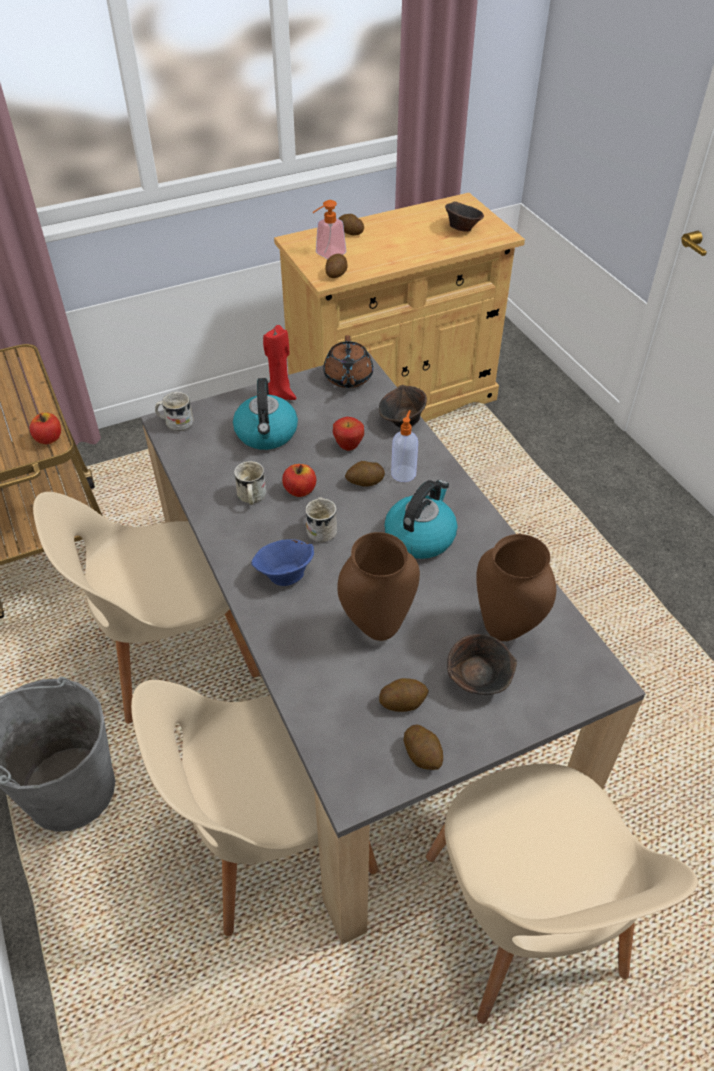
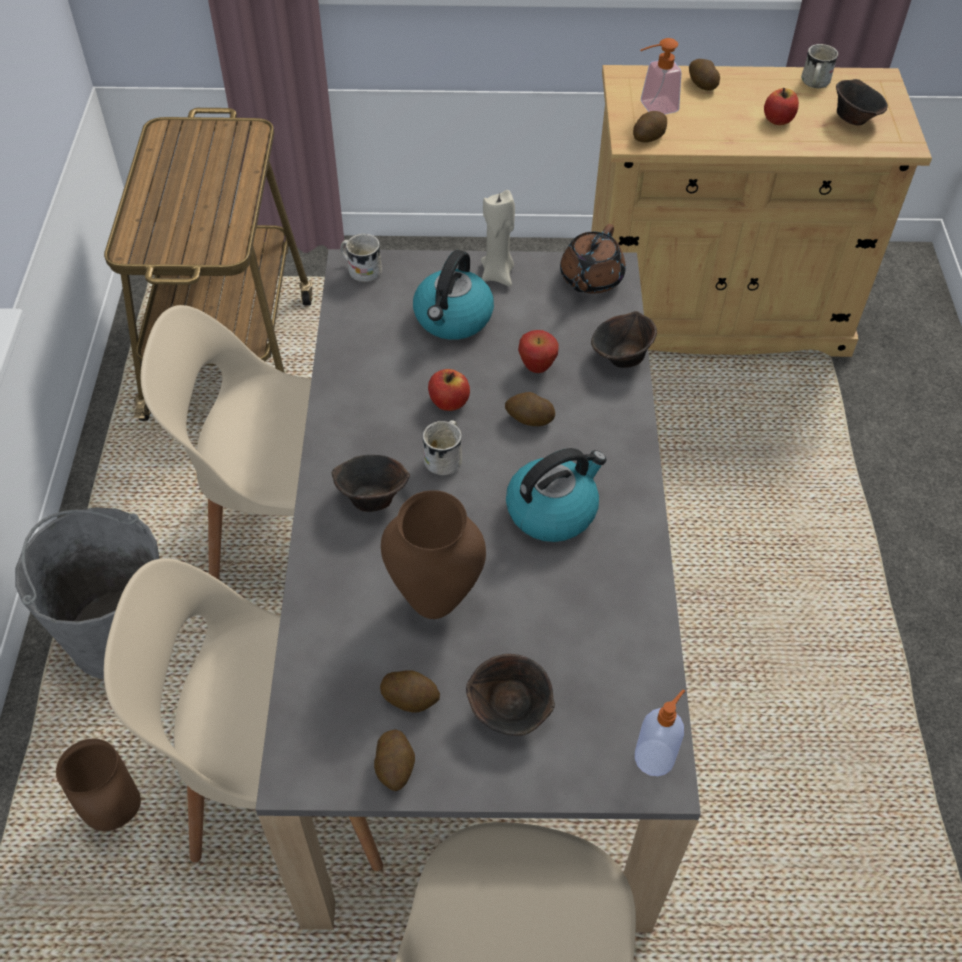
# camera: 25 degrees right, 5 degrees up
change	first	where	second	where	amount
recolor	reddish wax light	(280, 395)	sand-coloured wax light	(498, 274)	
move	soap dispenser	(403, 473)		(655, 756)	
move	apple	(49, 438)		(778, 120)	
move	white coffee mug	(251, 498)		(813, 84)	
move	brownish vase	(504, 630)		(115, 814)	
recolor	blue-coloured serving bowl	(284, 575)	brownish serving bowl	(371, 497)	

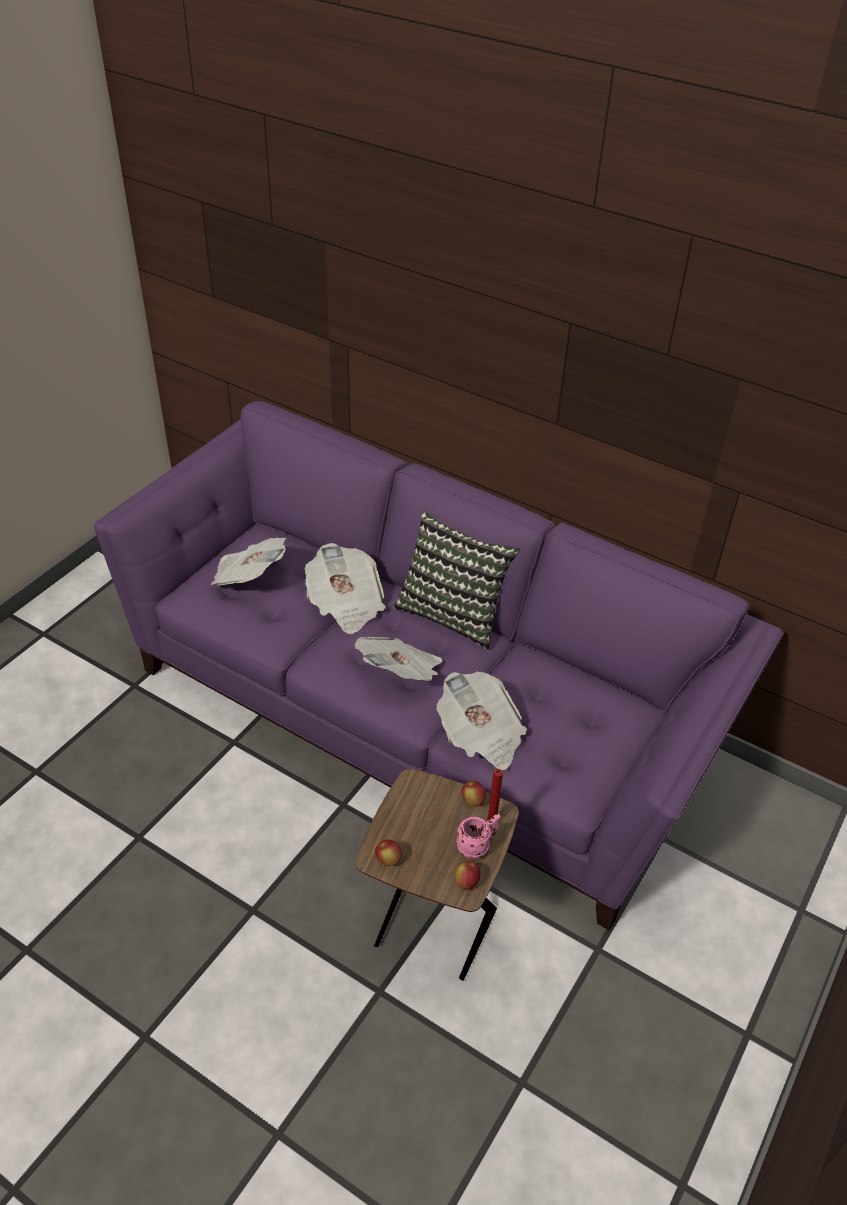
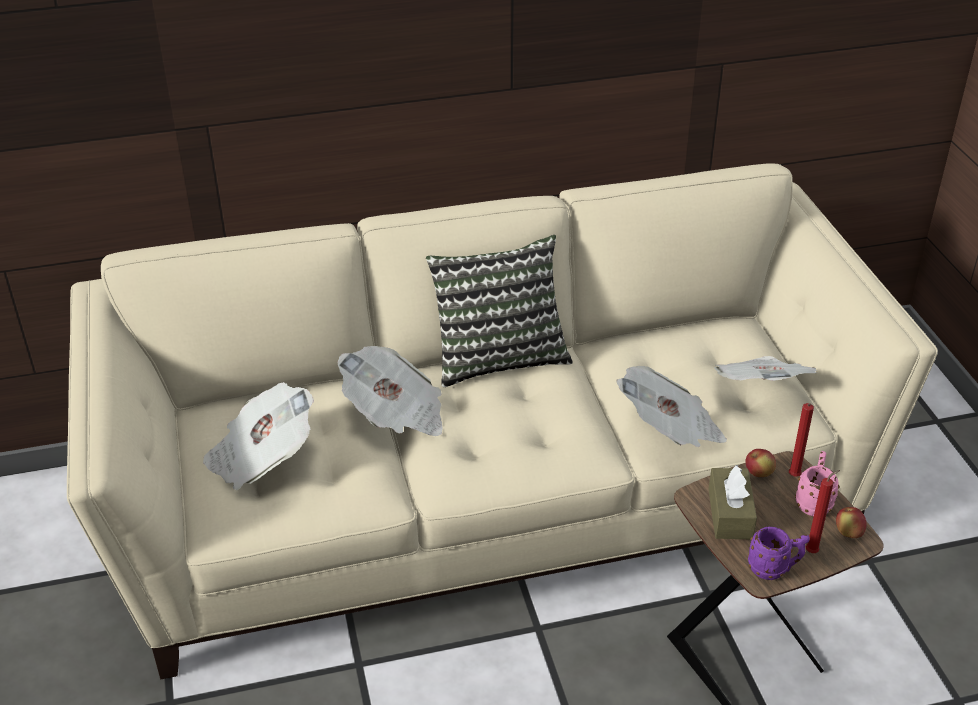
# camera: 45 degrees left, 5 degrees down
change	first	where	second	where	amount
recolor	purple settee	(421, 711)	sand-coloured settee	(491, 498)	
move	daily paper	(401, 673)		(760, 390)	
replace	apple	(388, 860)	purple coffee mug	(774, 569)	
insert			brownish box of tissues	(730, 513)	
insert			reddish wax light	(813, 551)	

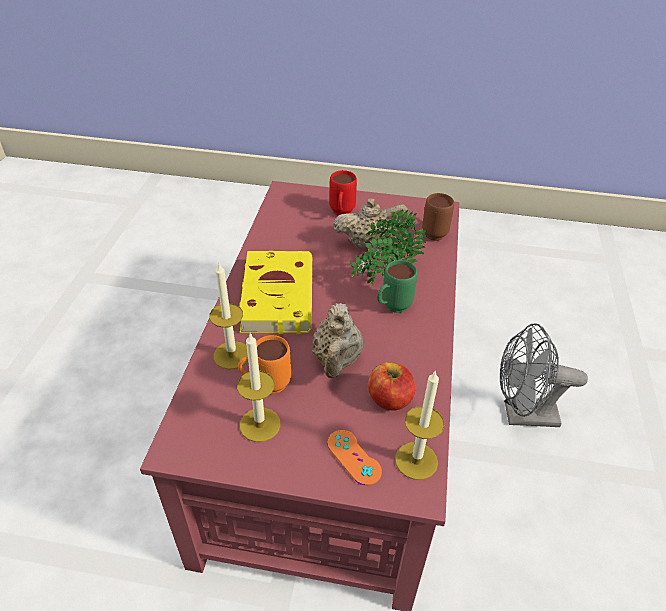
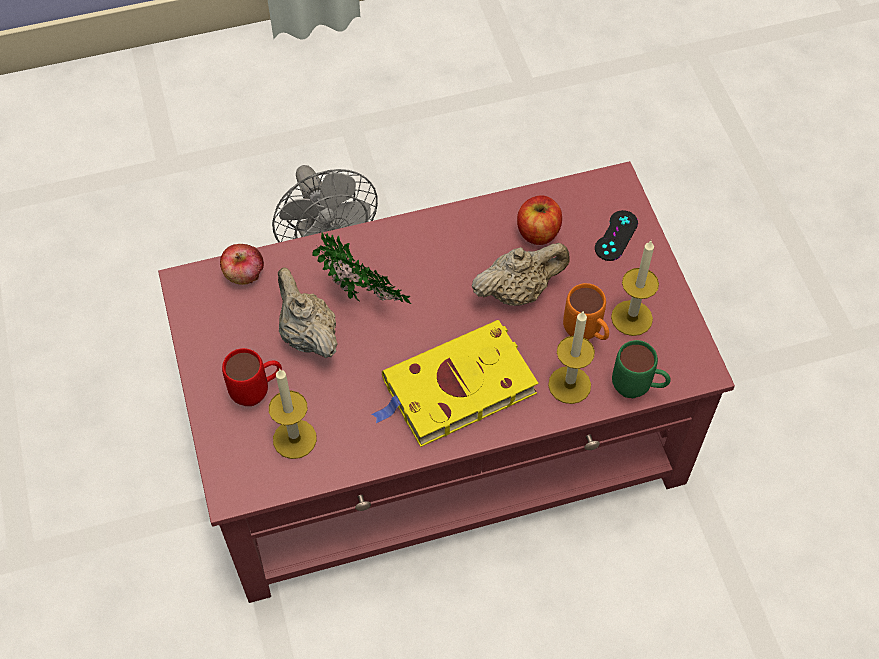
# camera: 115 degrees left, 15 degrees up
change	first	where	second	where	amount
replace	brownish coffee mug	(436, 232)	apple	(244, 274)	
move	green coffee mug	(391, 308)		(637, 389)	
move	wax light	(416, 460)		(294, 439)	
recolor	orangey joypad	(354, 457)	black-coloured joypad	(616, 236)	

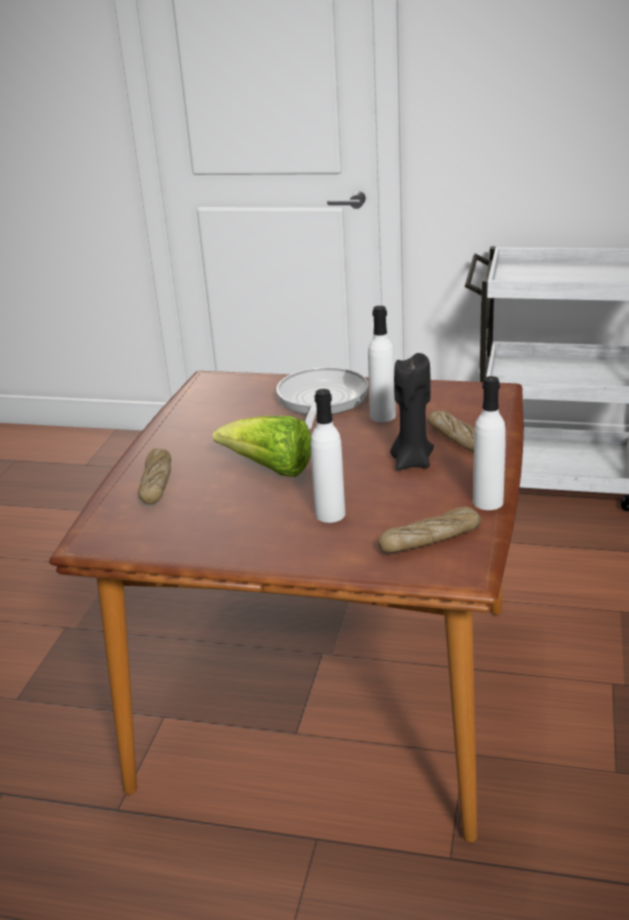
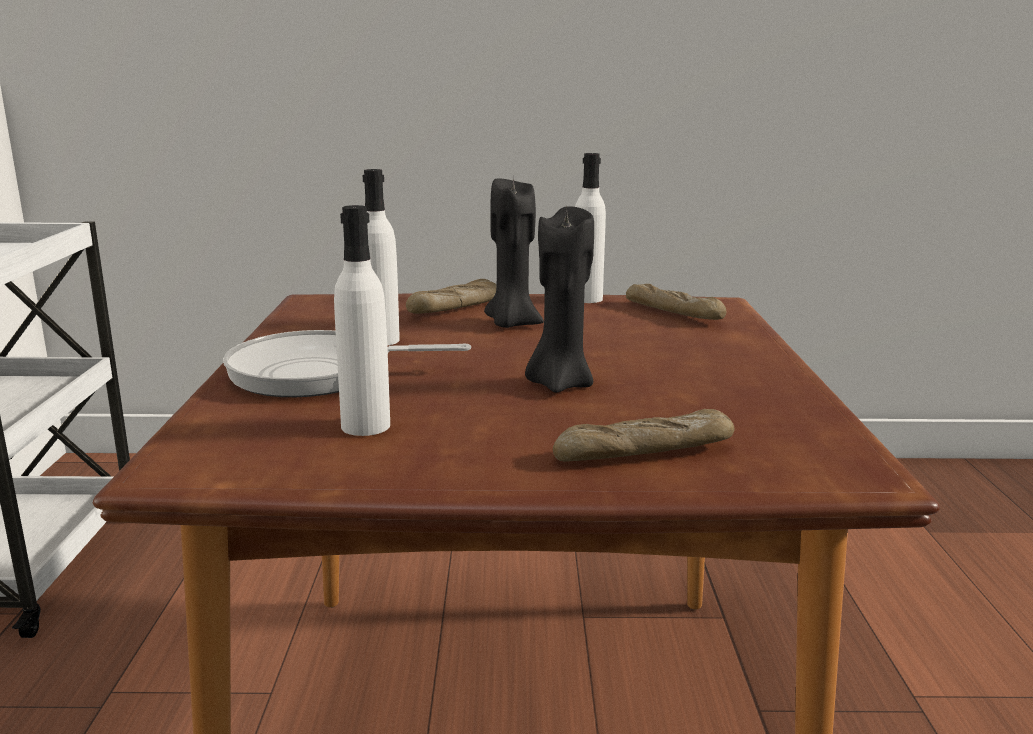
# camera: 105 degrees left, 10 degrees down
change	first	where	second	where	amount
move	white beverage bottle	(330, 514)		(365, 426)	
replace	lettuce	(270, 469)	black-coloured wax light	(559, 384)	

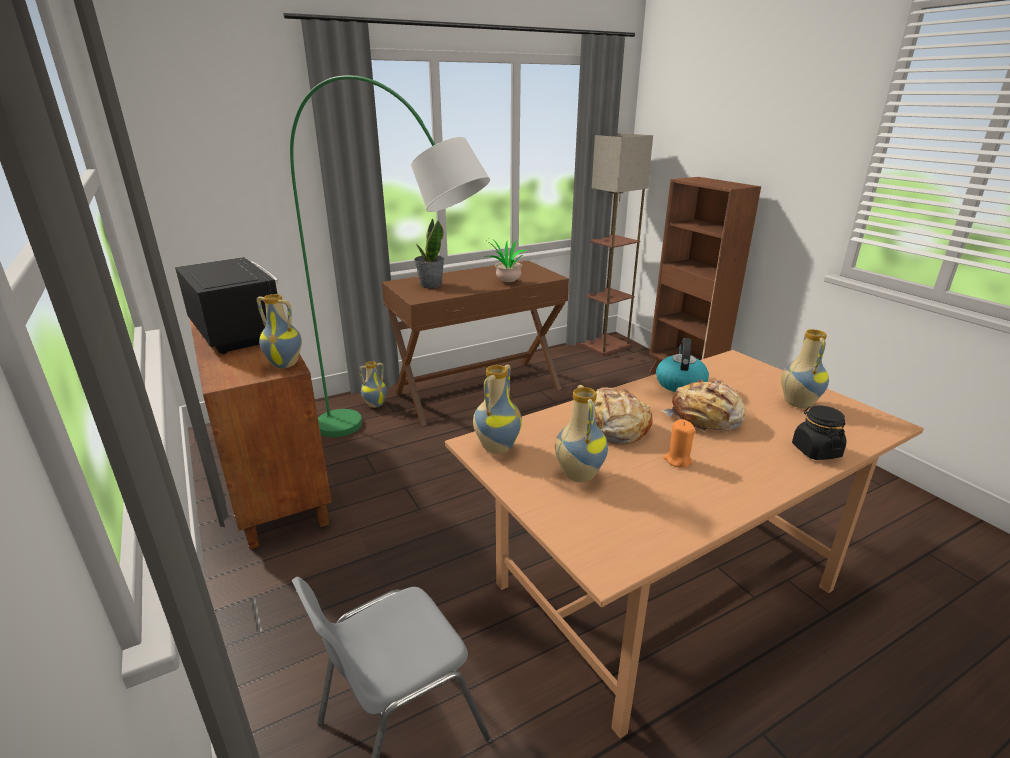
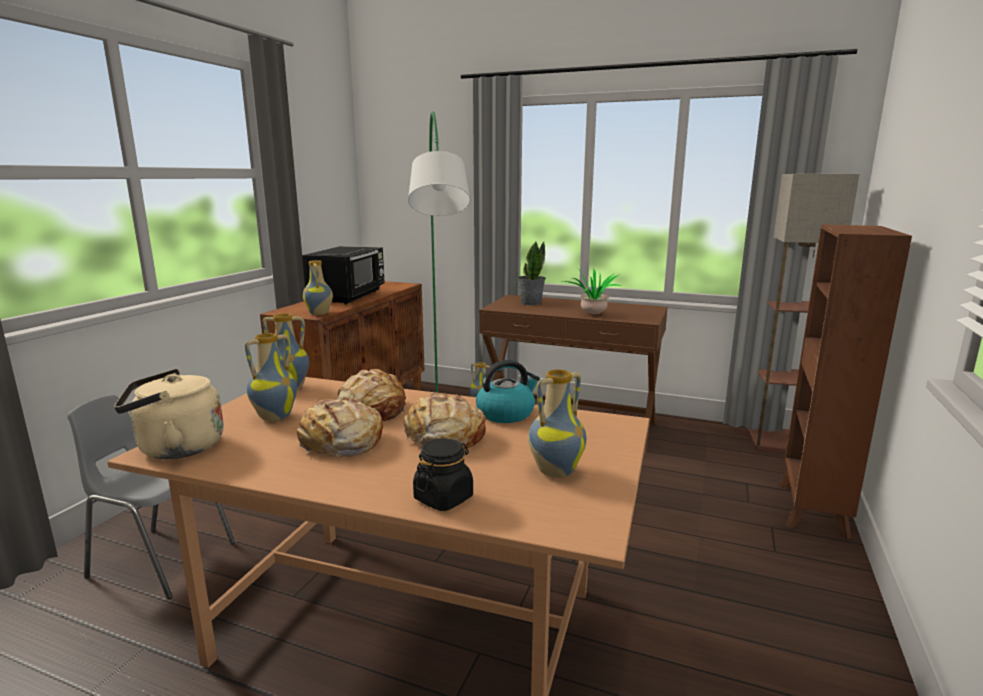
# camera: 50 degrees right, 10 degrees down
change	first	where	second	where	amount
replace	orangey wax light	(677, 460)	bread	(340, 442)	
insert			sand-coloured water kettle	(176, 448)	

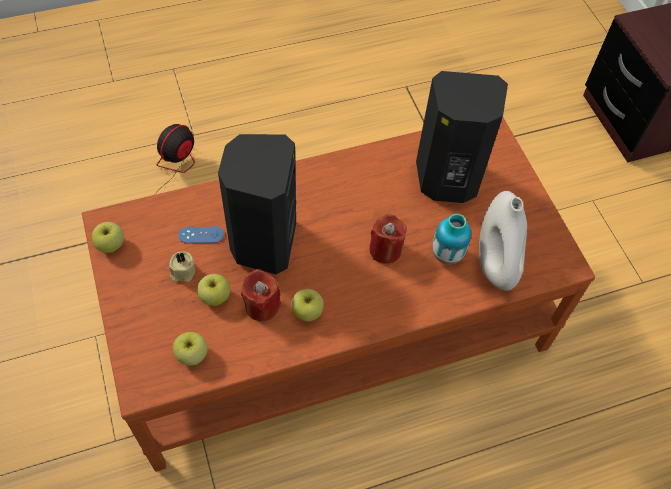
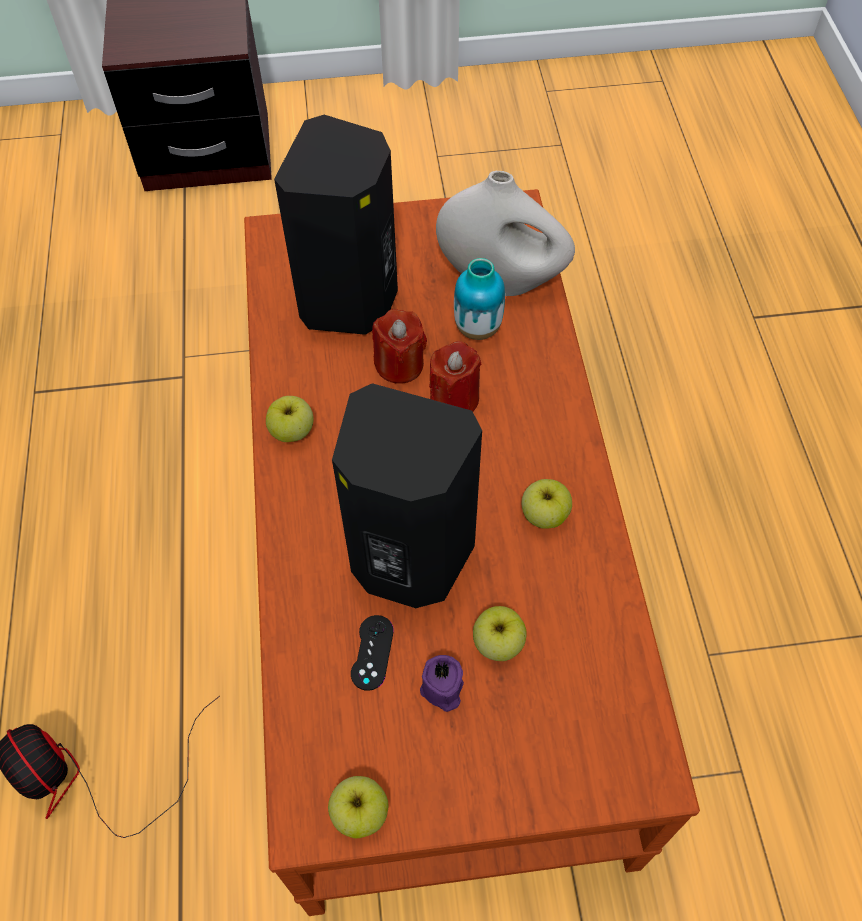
# camera: 75 degrees left, 0 degrees up
change	first	where	second	where	amount
recolor	blue-coloured joypad	(201, 235)	black-coloured joypad	(372, 652)	
recolor	sand-coloured wax light	(182, 272)	purple wax light	(442, 690)	
move	reddish wax light	(262, 306)		(399, 364)	
move	apple	(192, 355)		(292, 431)	

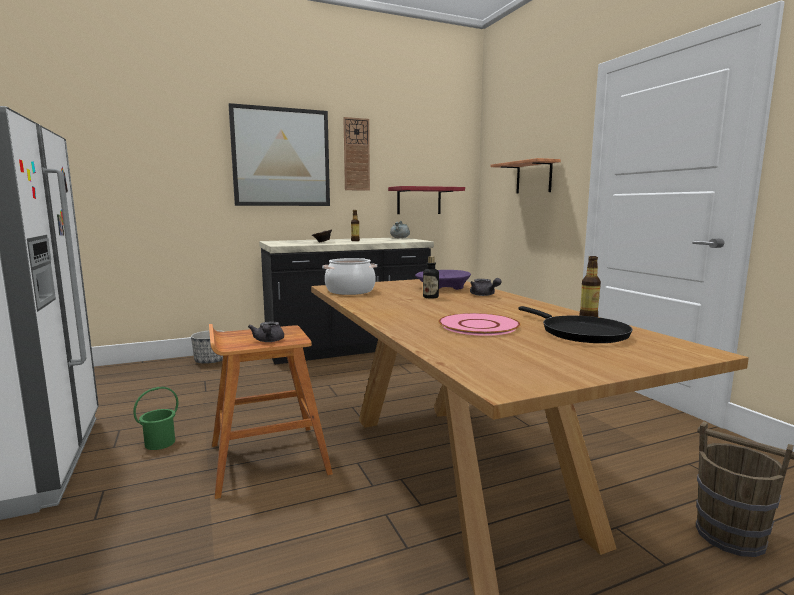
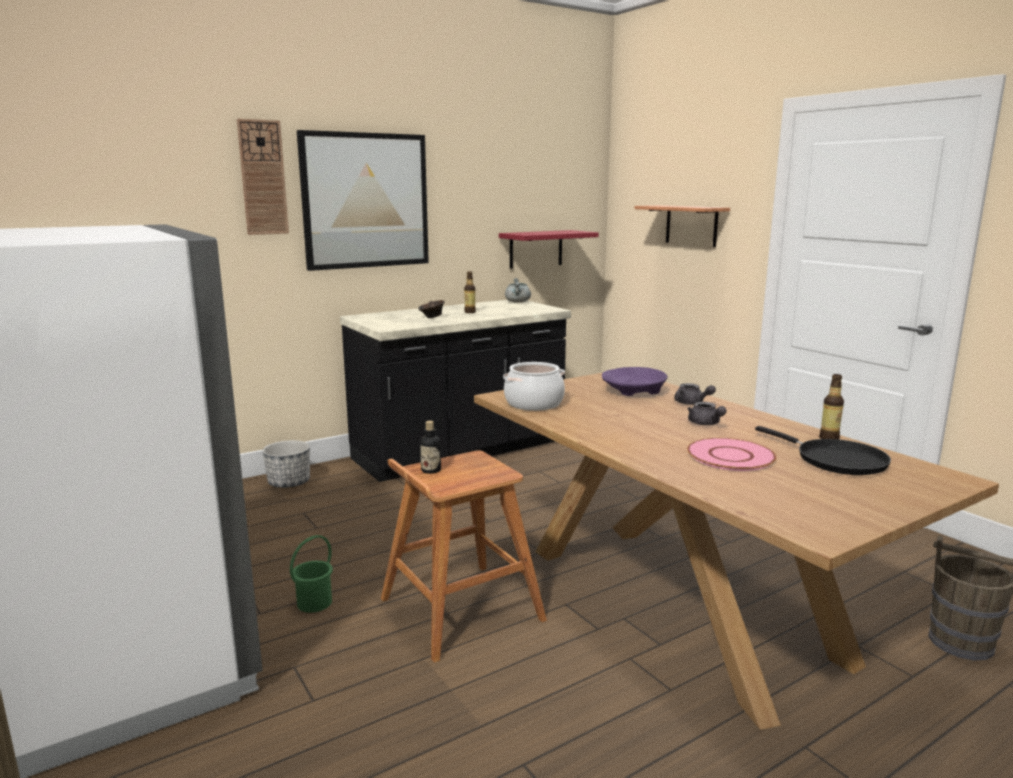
# camera: 10 degrees left, 5 degrees up
change	first	where	second	where	amount
move	hanging clock	(356, 154)		(263, 178)	
move	beverage bottle	(430, 297)		(431, 470)	
move	grey pot for tea	(268, 341)		(705, 424)	

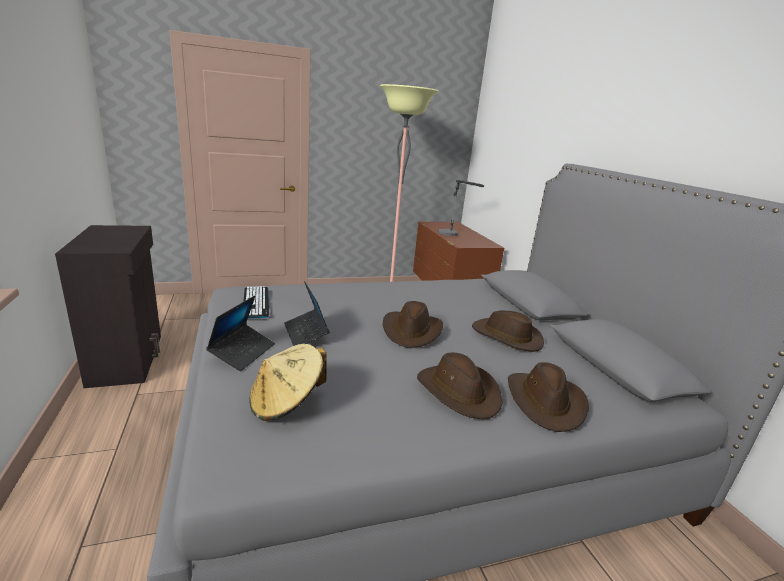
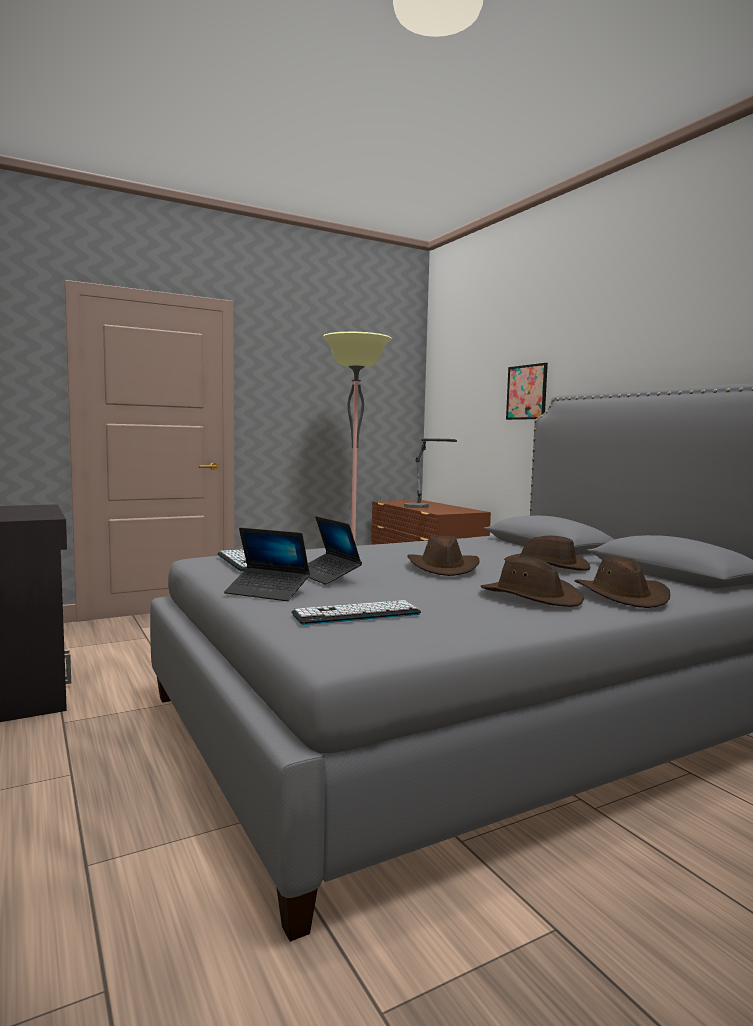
# camera: 10 degrees left, 15 degrees down
change	first	where	second	where	amount
rotate	notebook computer	(242, 352)		(267, 592)	105 degrees clockwise
replace	sand-coloured wearable hat	(286, 402)	keyboard	(356, 614)	
insert			wall picture	(526, 392)	

